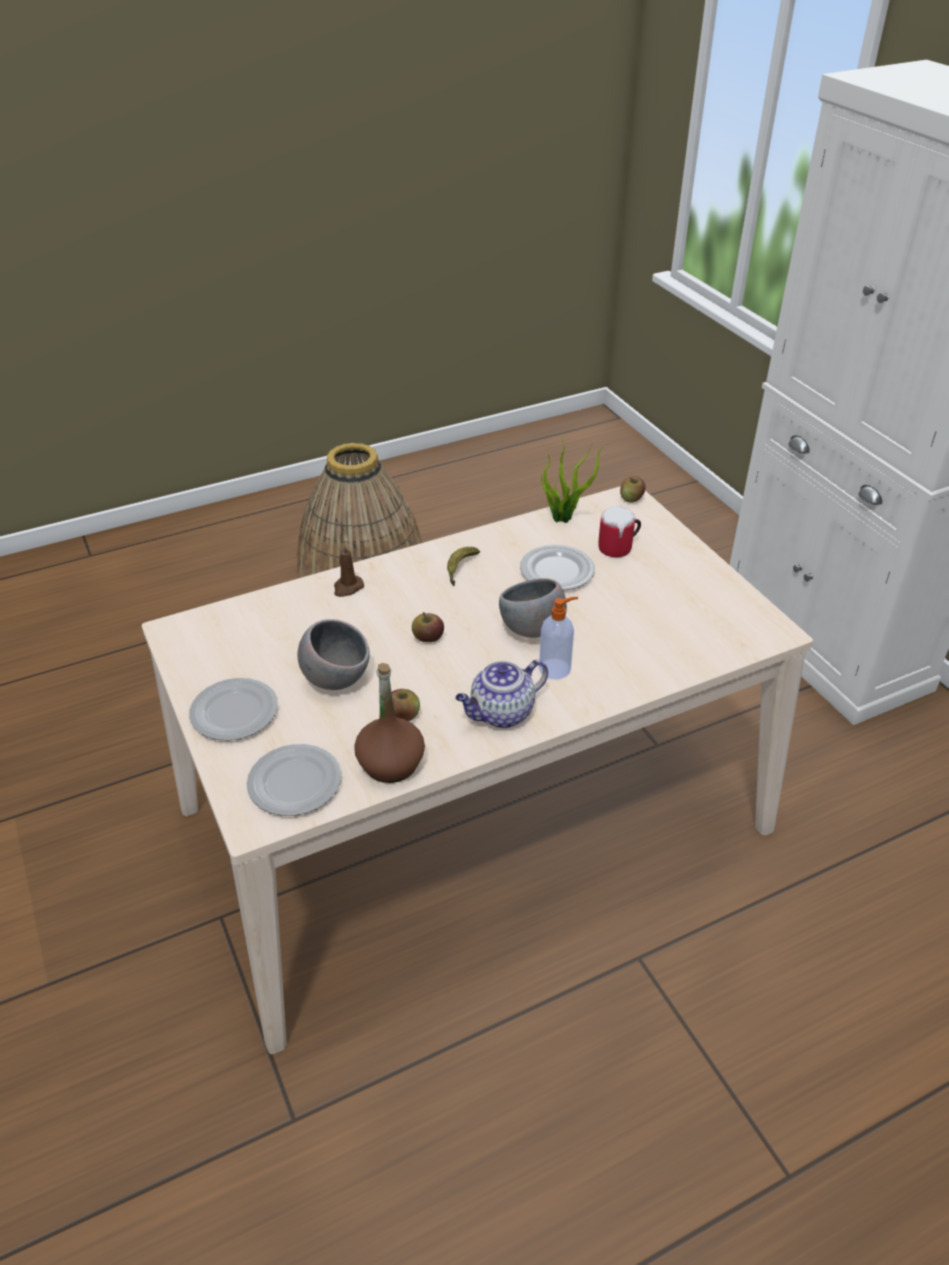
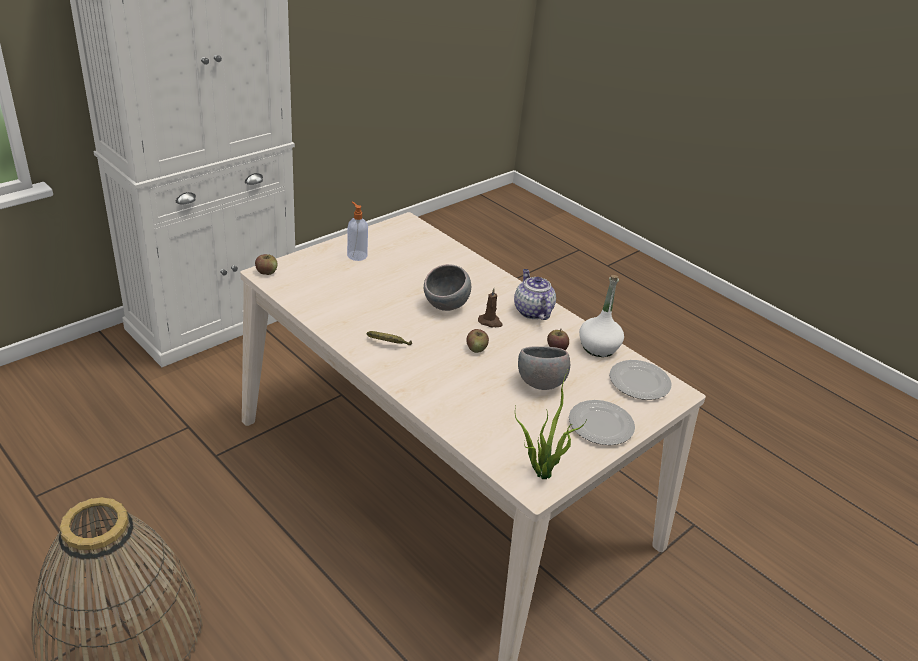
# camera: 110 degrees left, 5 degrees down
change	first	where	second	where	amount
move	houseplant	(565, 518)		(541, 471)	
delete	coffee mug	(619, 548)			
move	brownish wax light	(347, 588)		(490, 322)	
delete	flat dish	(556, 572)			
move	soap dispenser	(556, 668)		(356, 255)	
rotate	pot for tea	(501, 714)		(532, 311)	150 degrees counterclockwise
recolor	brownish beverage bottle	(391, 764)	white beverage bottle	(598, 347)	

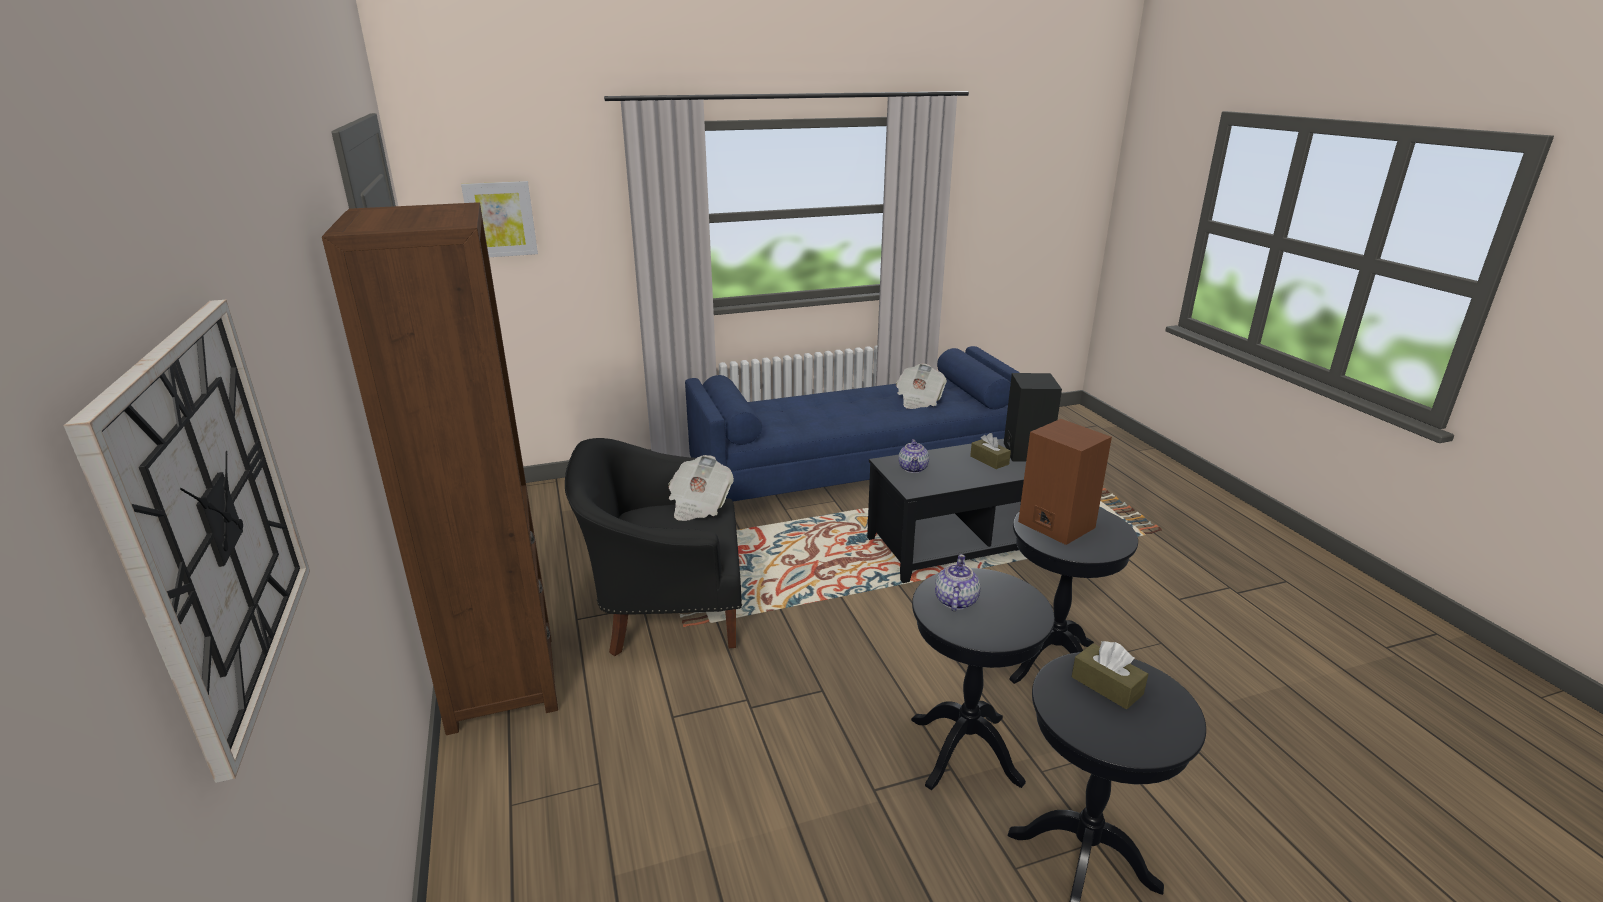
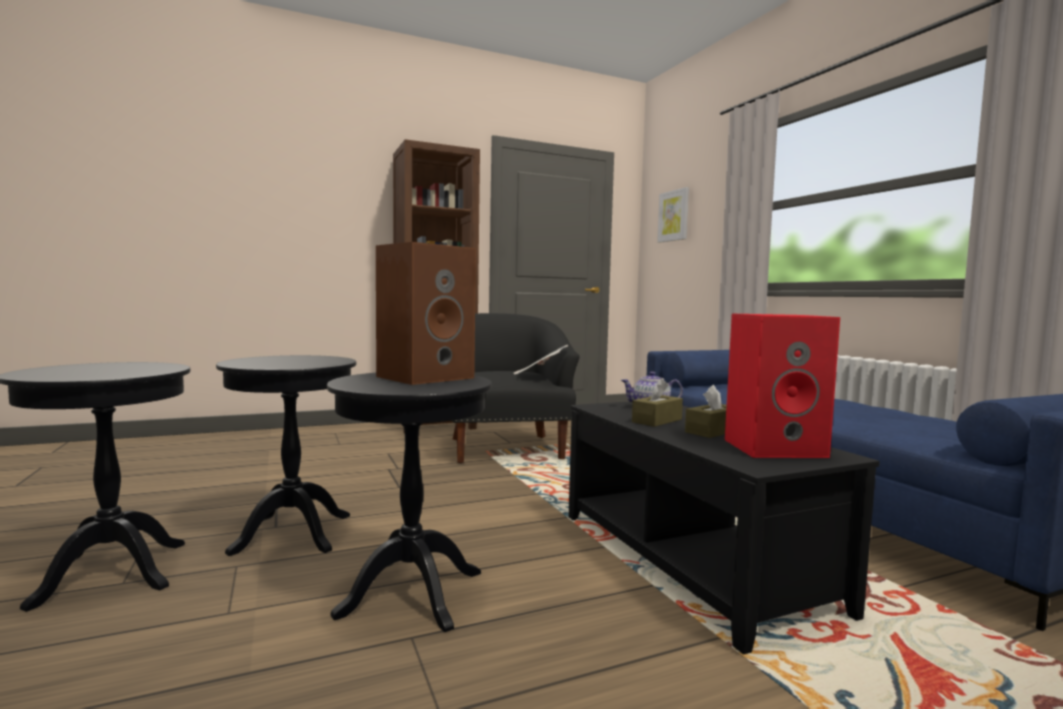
# camera: 85 degrees right, 20 degrees down
change	first	where	second	where	amount
delete	hanging clock	(212, 519)			
delete	daily paper	(919, 400)			
recolor	black-coloured audio speaker	(1025, 451)	reddish audio speaker	(775, 448)	
delete	pot for tea	(955, 601)			
move	brownish box of tissues	(1106, 685)		(657, 420)	

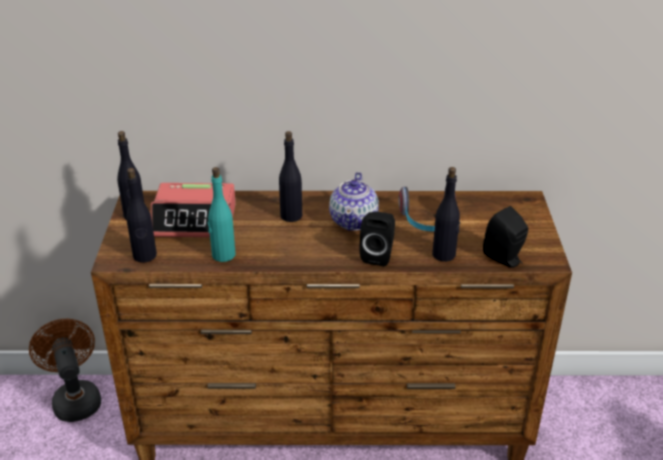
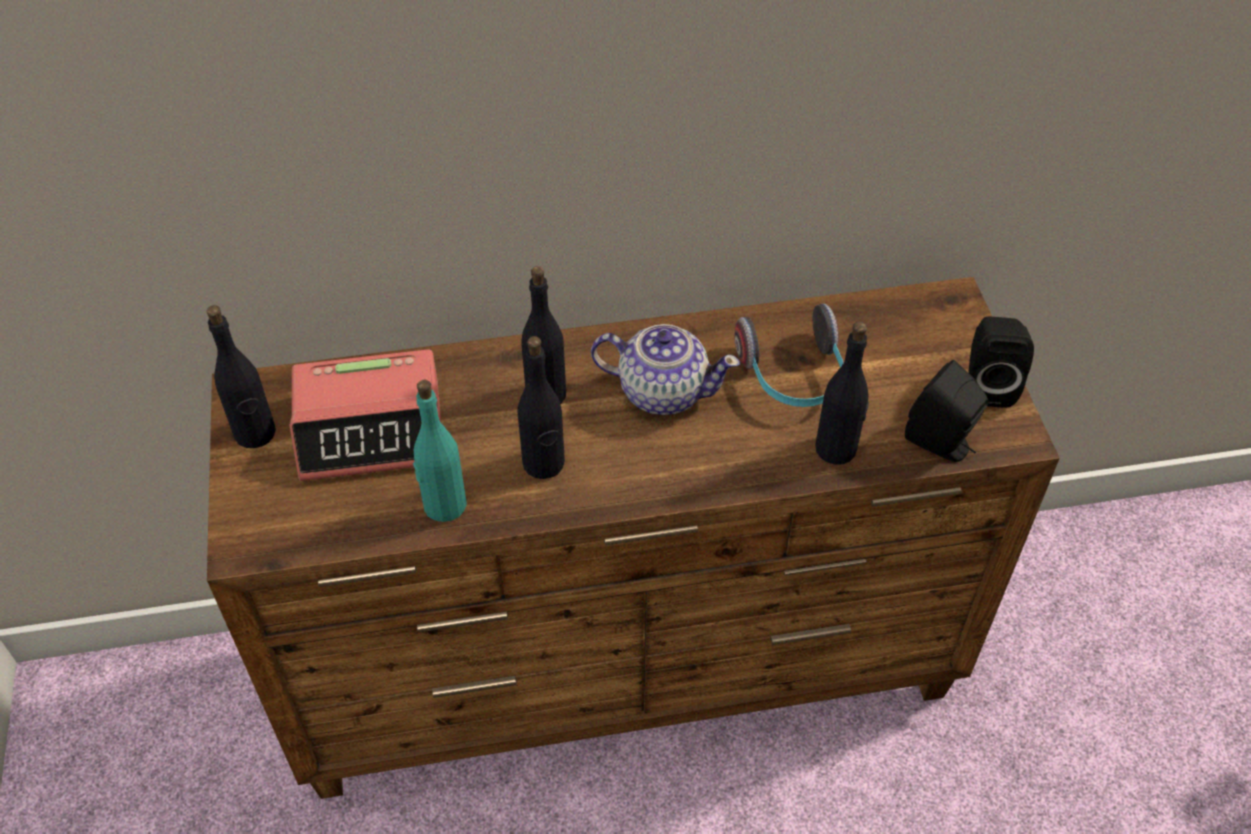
# camera: 10 degrees left, 15 degrees up
change	first	where	second	where	amount
move	black-coloured beverage bottle	(144, 256)		(543, 463)	
rotate	pot for tea	(354, 221)		(662, 391)	75 degrees counterclockwise
move	black-coloured audio speaker	(378, 255)		(987, 385)	
delete	brownish fan	(75, 398)			

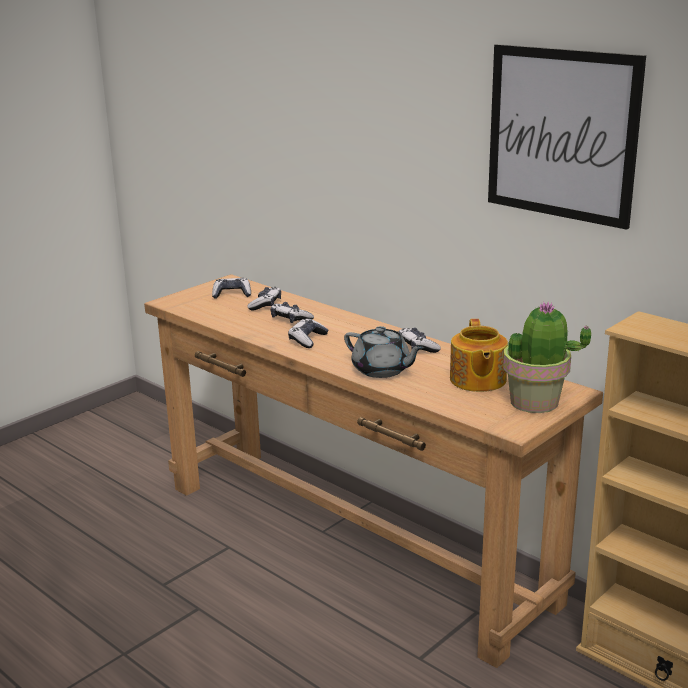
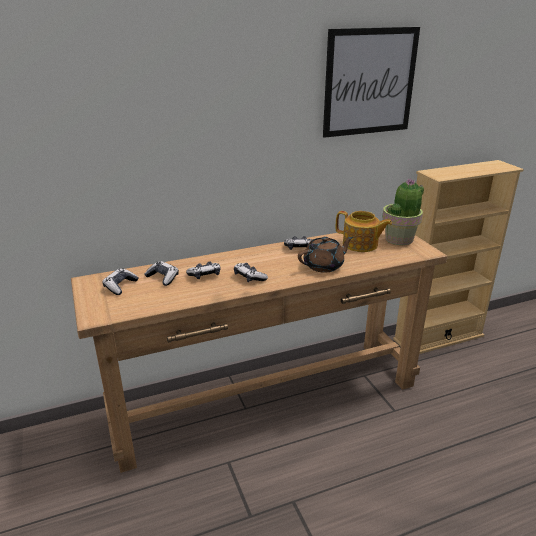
# camera: 65 degrees left, 5 degrees up
change	first	where	second	where	amount
recolor	grey pot for tea	(382, 370)	brownish pot for tea	(324, 266)	

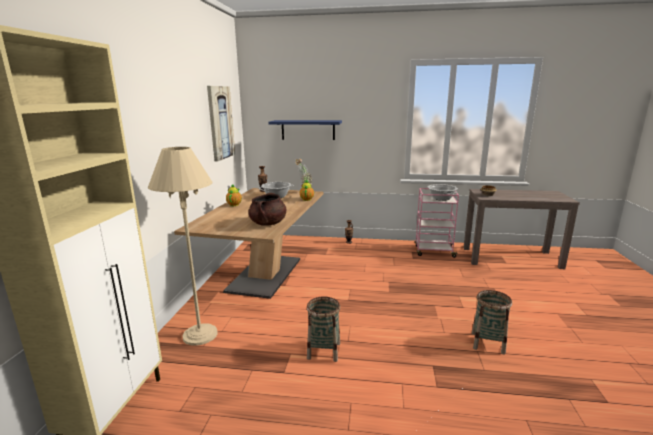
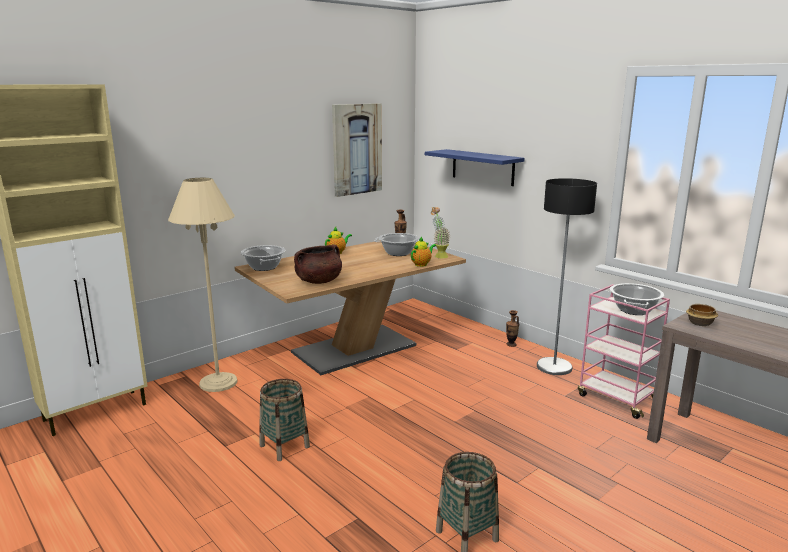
# camera: 40 degrees right, 0 degrees up
change	first	where	second	where	amount
insert			standard lamp	(554, 367)	
insert			cooking pot	(264, 267)	

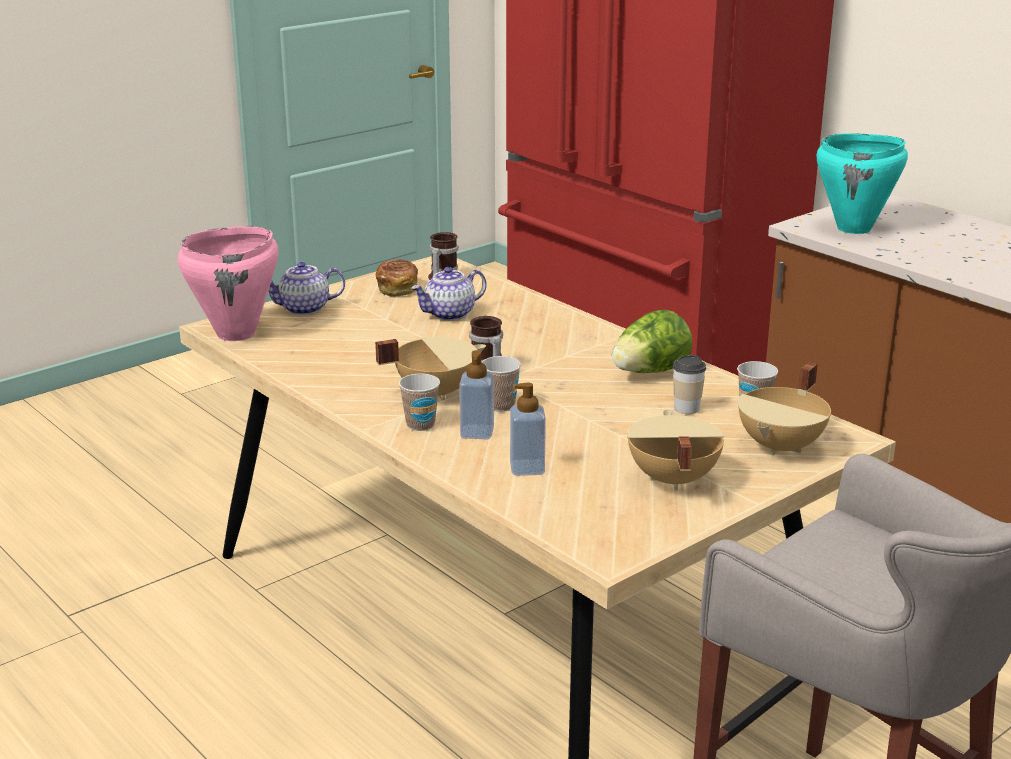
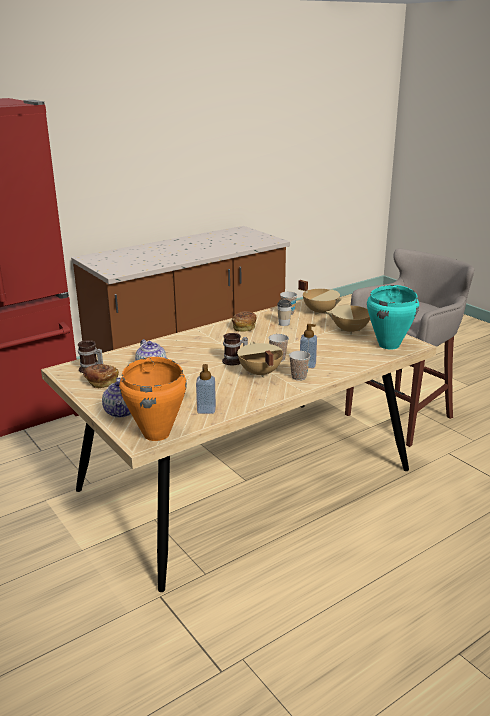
# camera: 85 degrees left, 0 degrees up
change	first	where	second	where	amount
move	turquoise cooking pot	(854, 229)		(389, 345)	
recolor	pinkish cooking pot	(237, 334)	orangey cooking pot	(157, 434)	
replace	lettuce	(650, 372)	bread	(244, 327)	
move	soap dispenser	(527, 468)		(206, 410)	

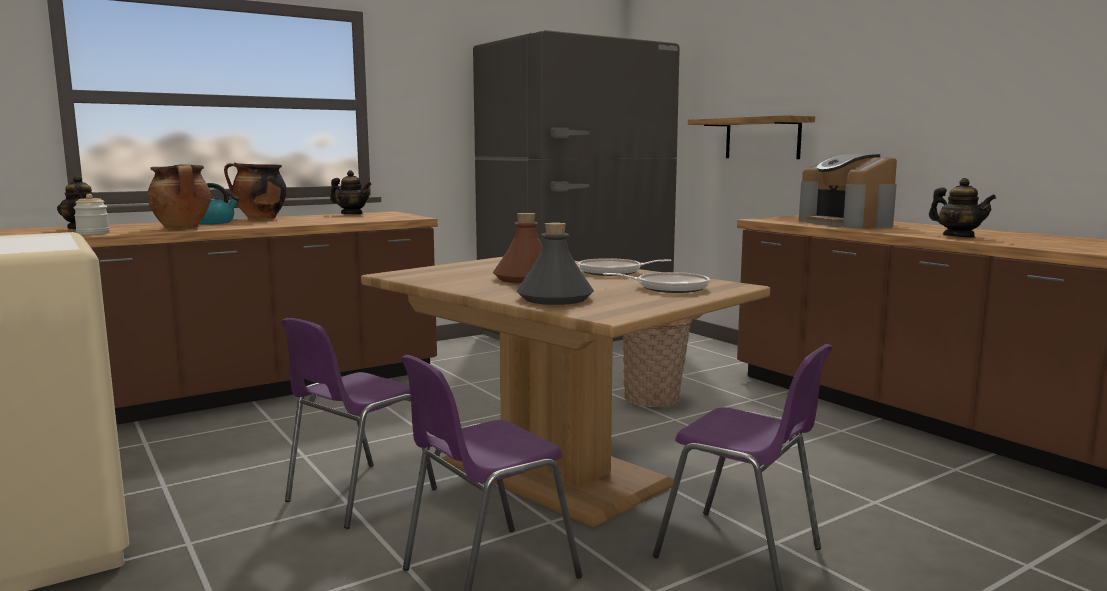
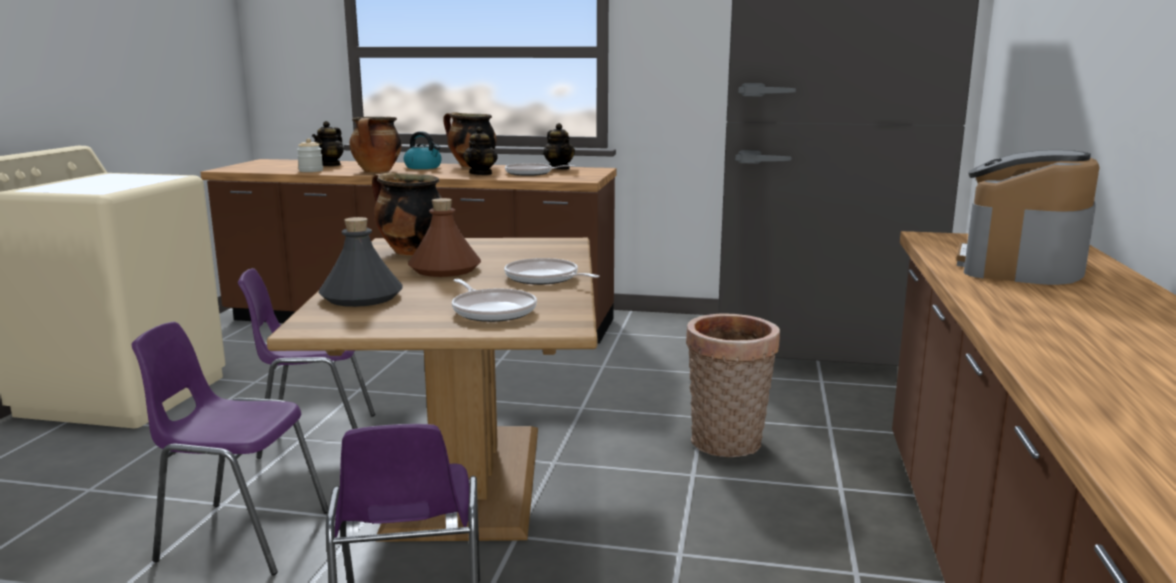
# camera: 45 degrees right, 5 degrees up
change	first	where	second	where	amount
delete	bracket shelf	(762, 138)			
move	pot for tea	(959, 237)		(481, 173)	
insert			pan	(531, 173)	
insert			cooking pot	(410, 252)	

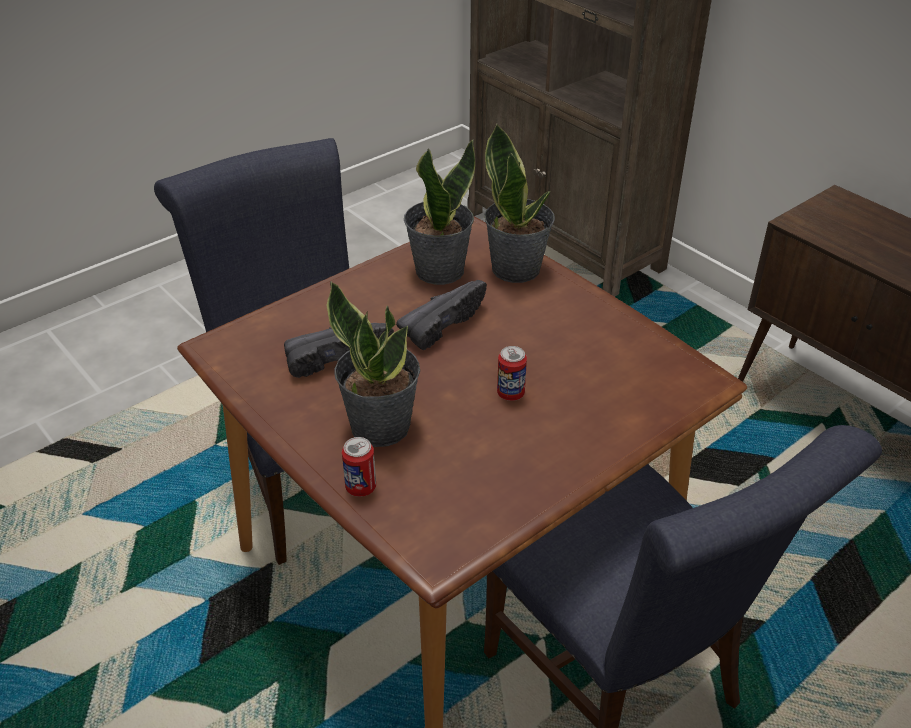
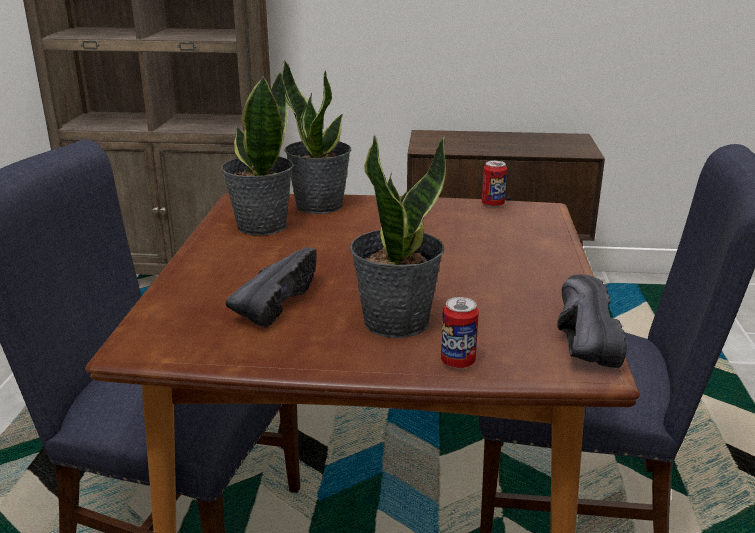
# camera: 45 degrees left, 15 degrees down
change	first	where	second	where	amount
move	black-coloured shoe	(441, 323)		(576, 340)	
move	sealed can	(510, 394)		(492, 204)	

